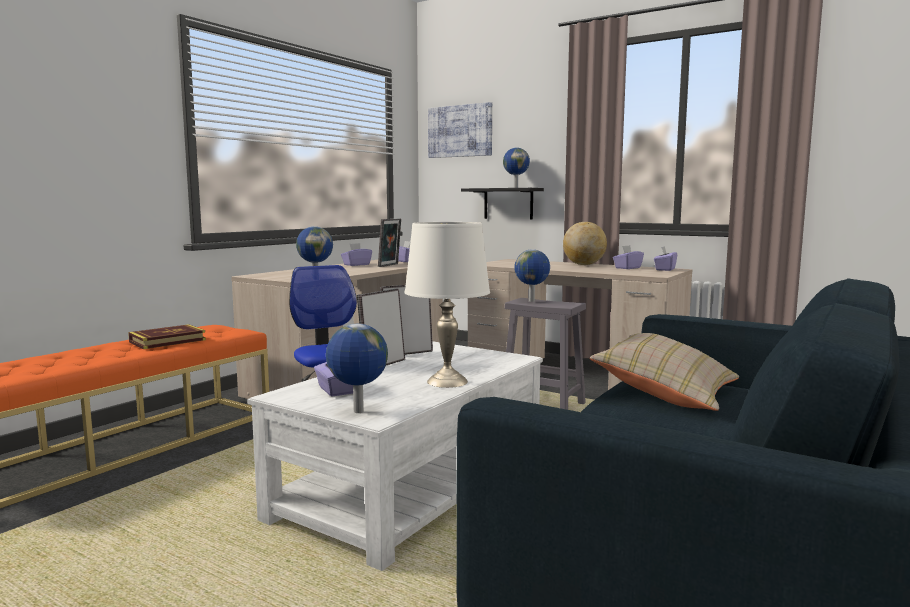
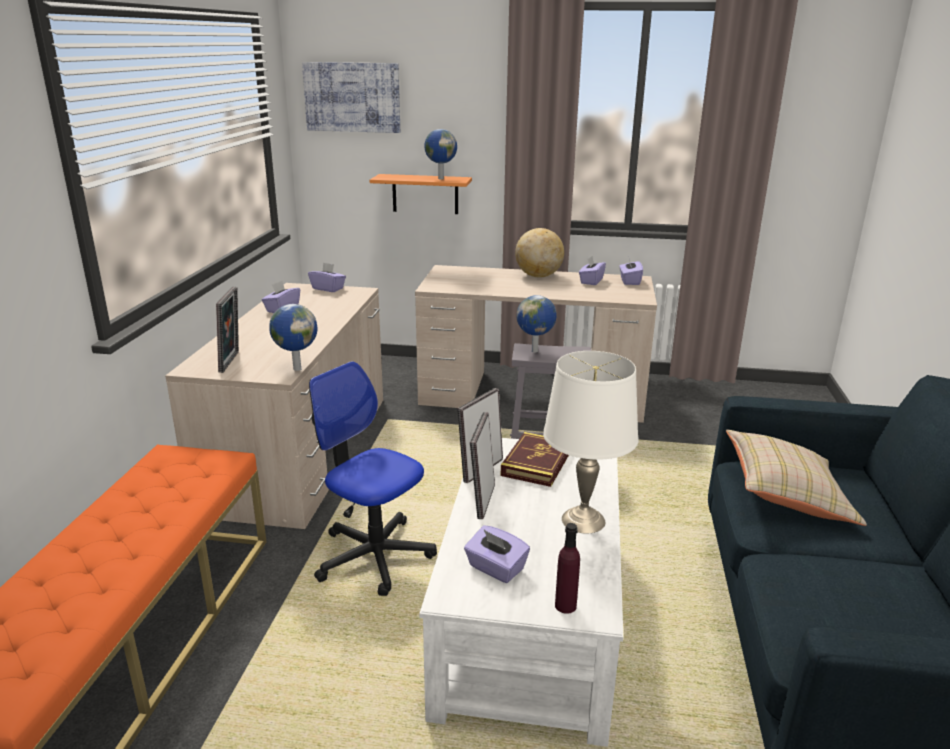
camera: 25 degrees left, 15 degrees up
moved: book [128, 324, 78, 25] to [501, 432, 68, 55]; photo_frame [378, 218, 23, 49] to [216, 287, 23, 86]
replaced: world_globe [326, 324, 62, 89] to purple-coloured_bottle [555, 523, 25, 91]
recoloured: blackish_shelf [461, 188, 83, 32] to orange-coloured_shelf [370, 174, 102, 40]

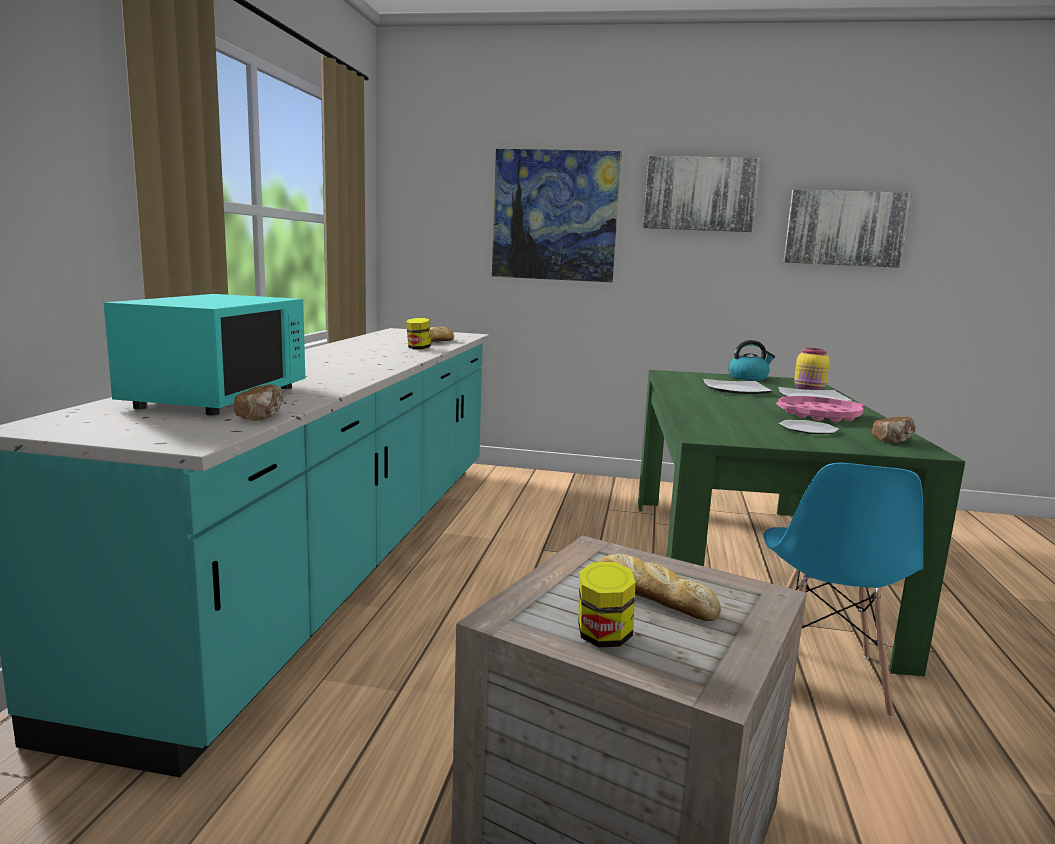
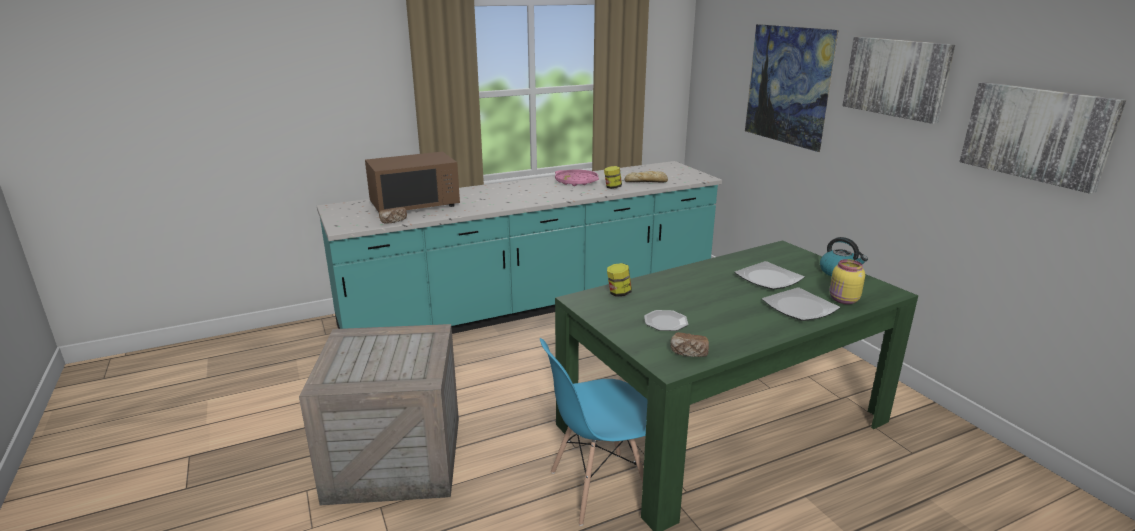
camera: 55 degrees right, 10 degrees up
removed: baked_bread [597, 554, 124, 67]
moved: preserve_jar [578, 561, 58, 87] to [607, 263, 25, 34]; pinkish_tray [776, 396, 88, 26] to [555, 170, 44, 16]
recoloured: turquoise_microwave_oven [103, 294, 202, 121] to brown-coloured_microwave_oven [365, 151, 95, 61]

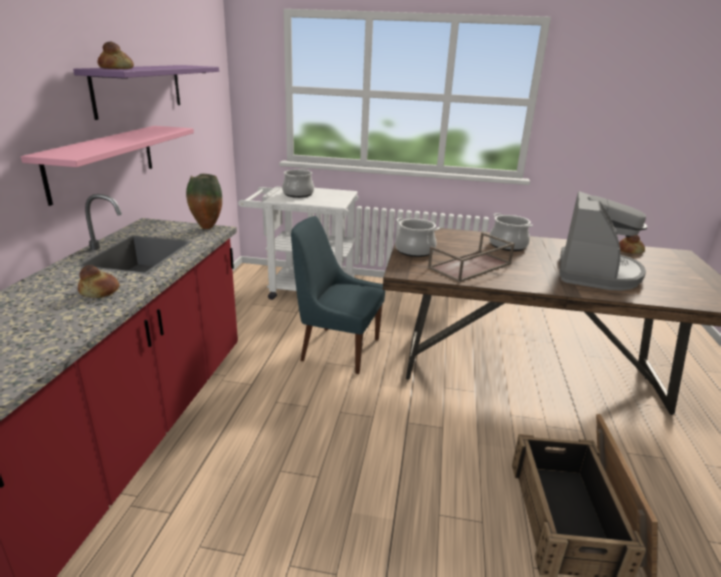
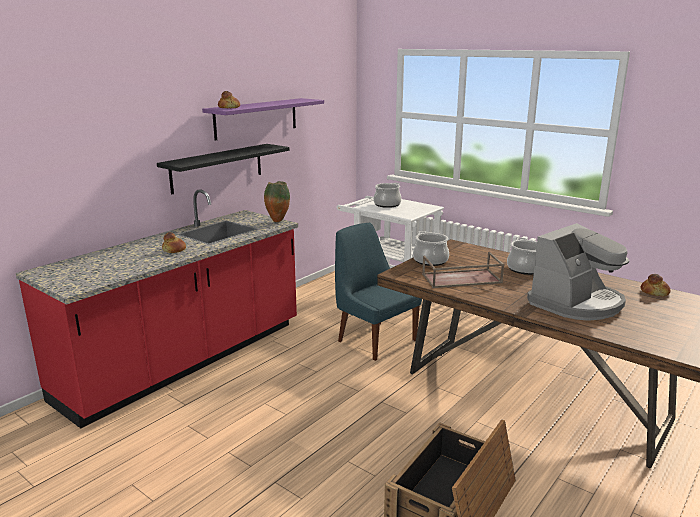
camera: 30 degrees right, 5 degrees down
recoloured: pinkish_shelf [21, 126, 173, 80] to blackish_shelf [157, 144, 133, 50]

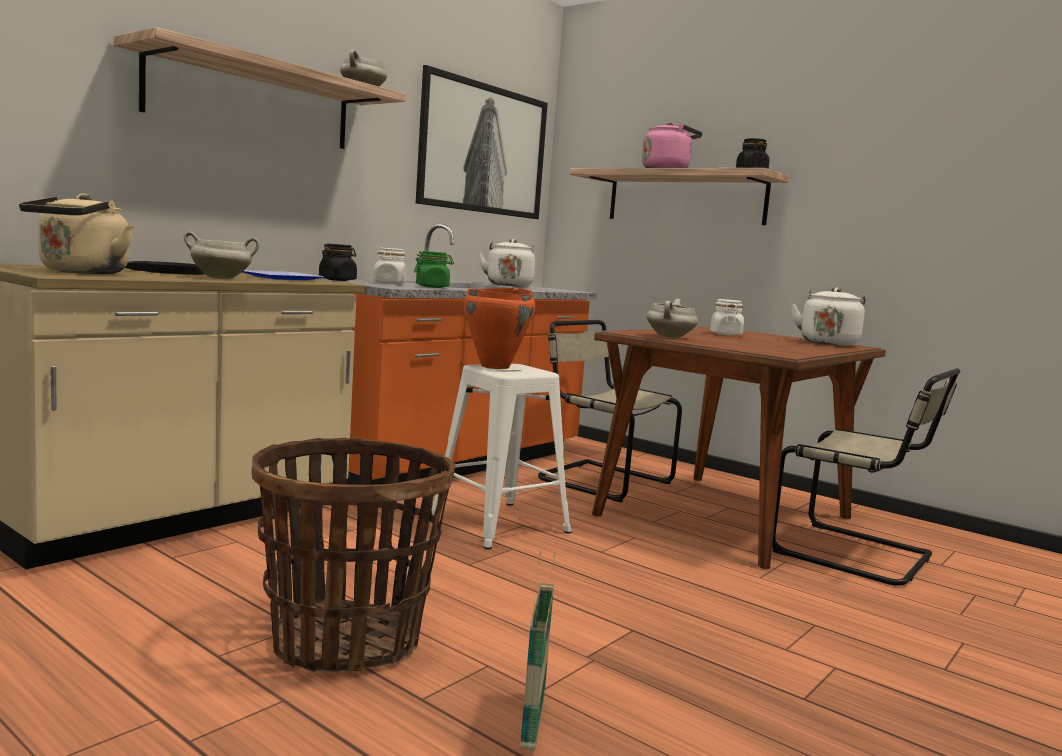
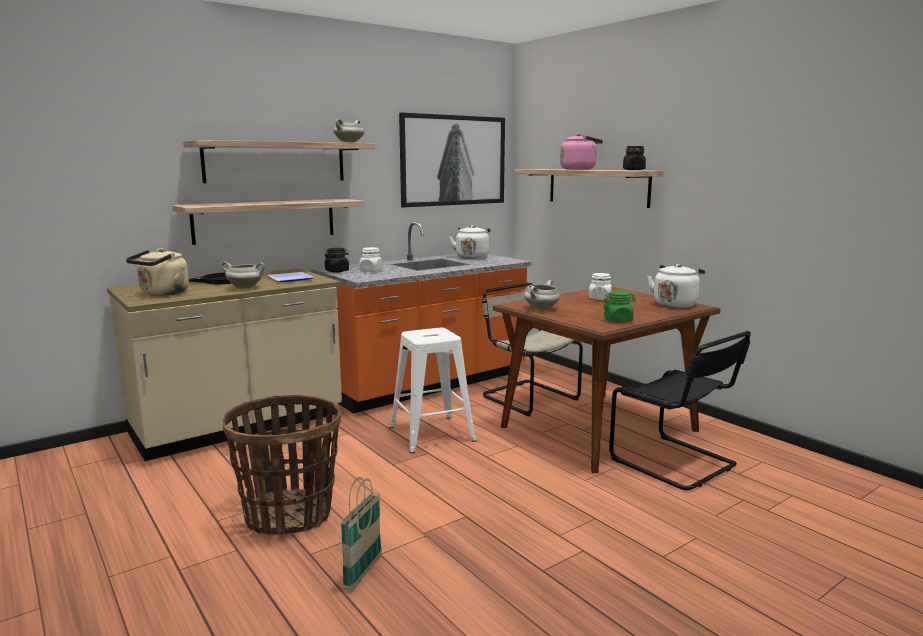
camera: 15 degrees right, 5 degrees up
removed: orange-coloured_cooking_pot [464, 288, 71, 81]
added: shelf [172, 199, 192, 46]
moved: green_preserve_jar [414, 251, 40, 37] to [603, 291, 33, 32]
recoloured: sand-coloured_upright_chair [772, 368, 189, 218] to blackish_upright_chair [609, 331, 142, 159]

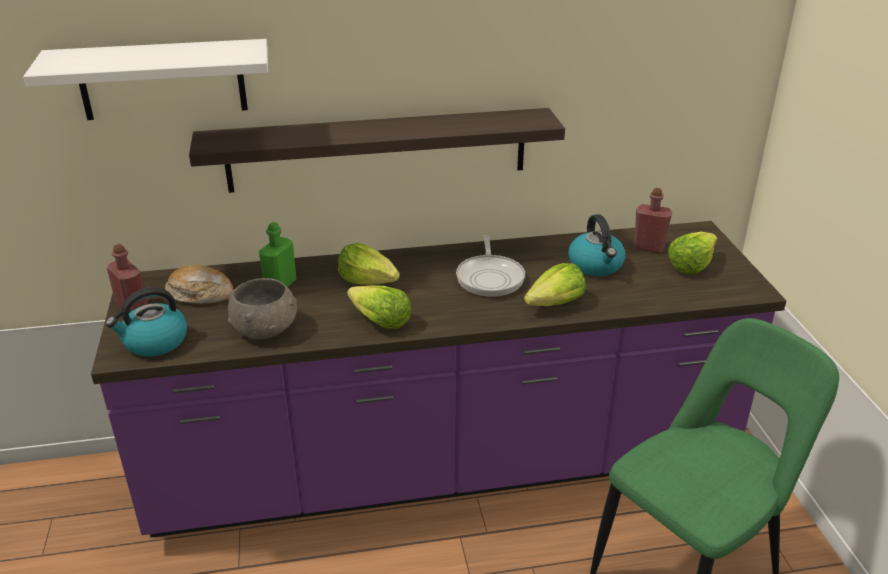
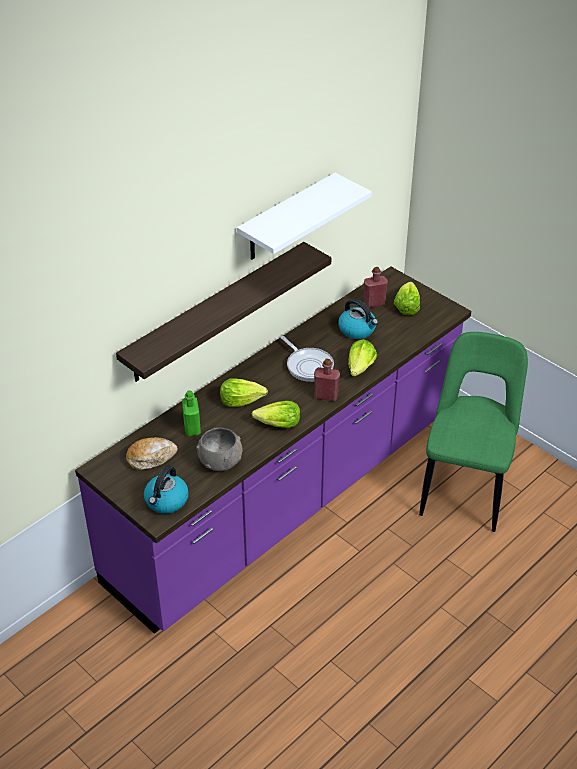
camera: 35 degrees left, 10 degrees up
moved: white-coloured_shelf [23, 39, 245, 81] to [237, 173, 135, 87]; reddish_bottle [107, 244, 41, 69] to [314, 358, 26, 43]

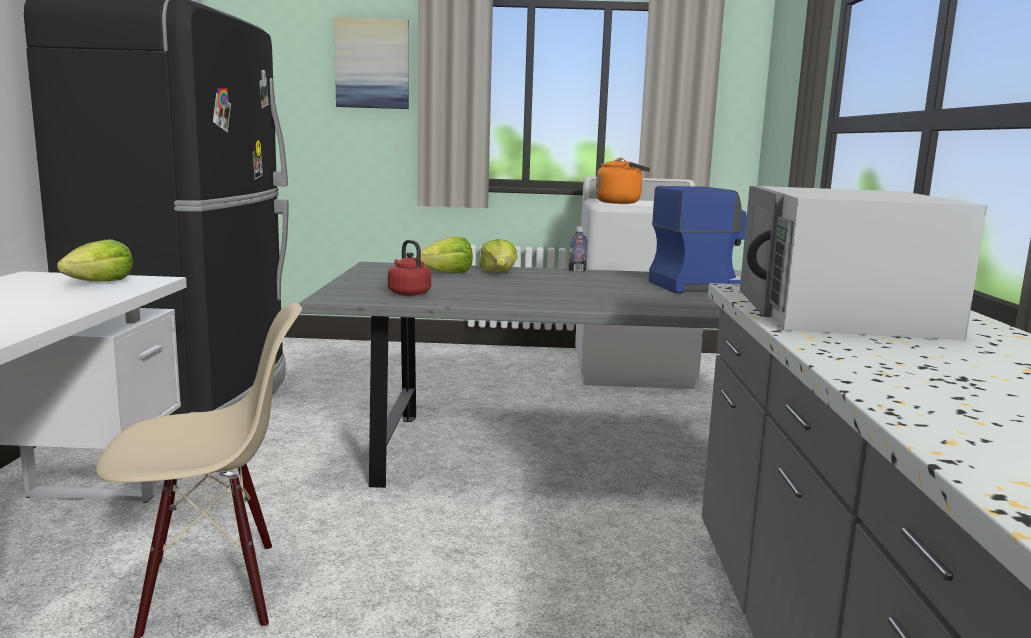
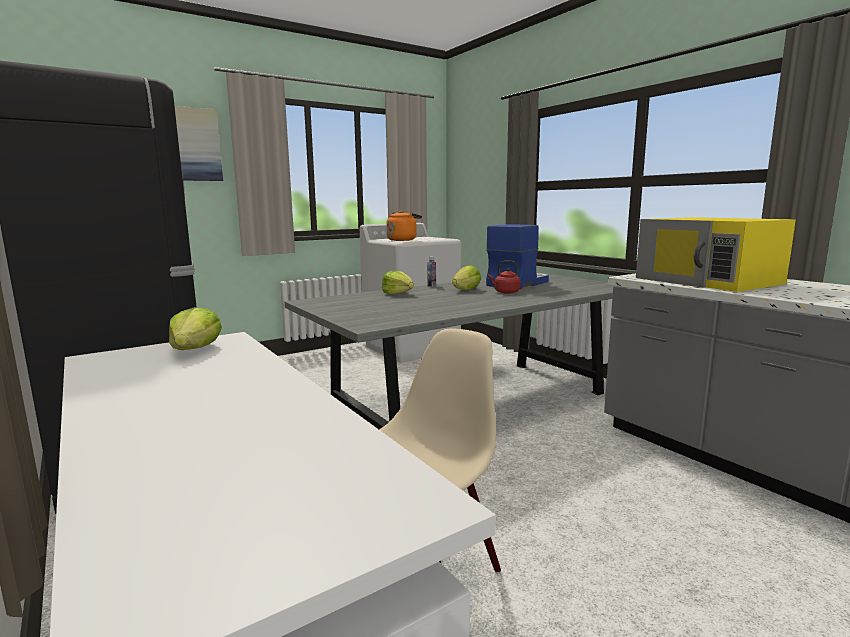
camera: 35 degrees left, 0 degrees up
moved: reddish_water_kettle [388, 240, 43, 56] to [488, 261, 33, 33]; lettuce_head [416, 237, 57, 36] to [452, 265, 29, 25]
recoloured: white-coloured_microwave_oven [740, 186, 247, 155] to yellow_microwave_oven [636, 217, 160, 75]

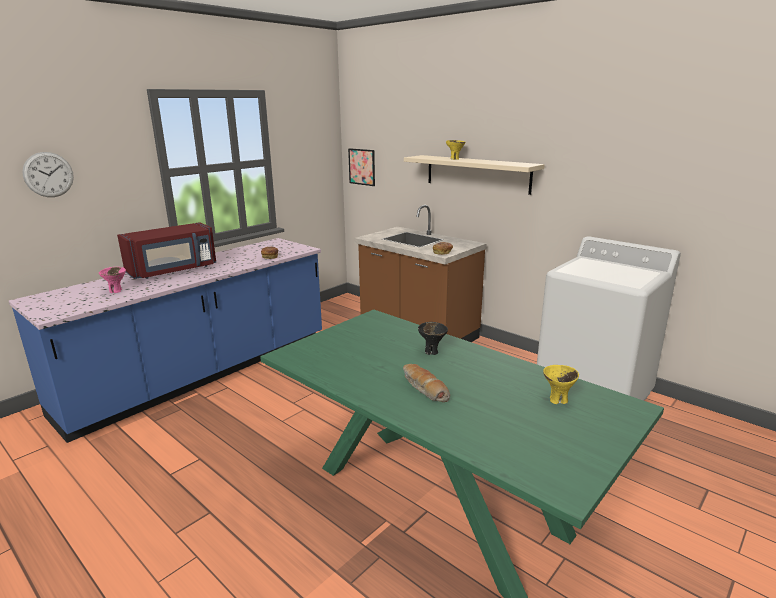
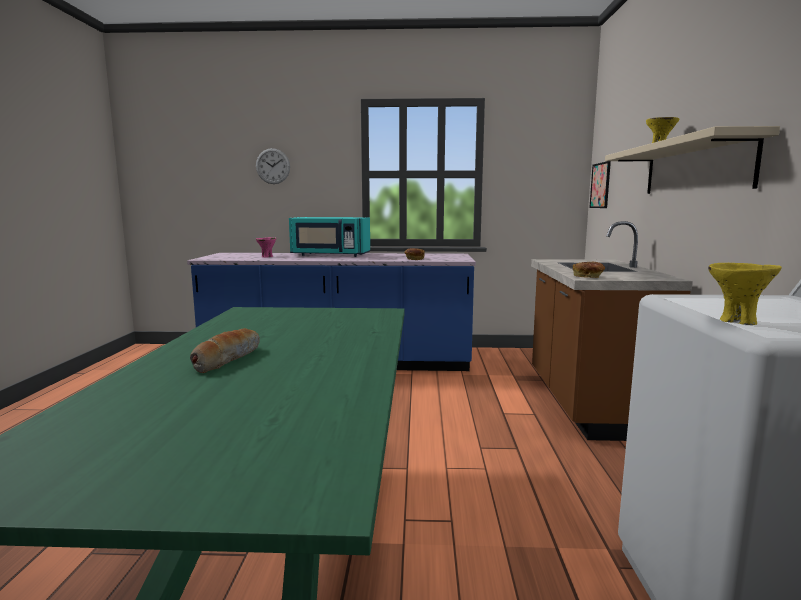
camera: 50 degrees right, 10 degrees down
removed: blackish_serving_bowl [418, 322, 30, 33]
moved: yellow_serving_bowl [543, 365, 36, 39] to [708, 263, 74, 62]
recoloured: reddish_microwave_oven [117, 222, 100, 57] to turquoise_microwave_oven [289, 217, 81, 40]

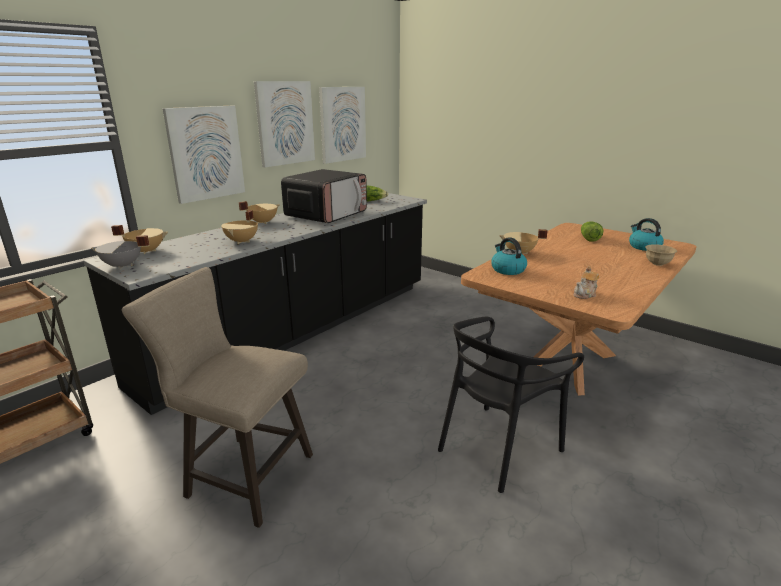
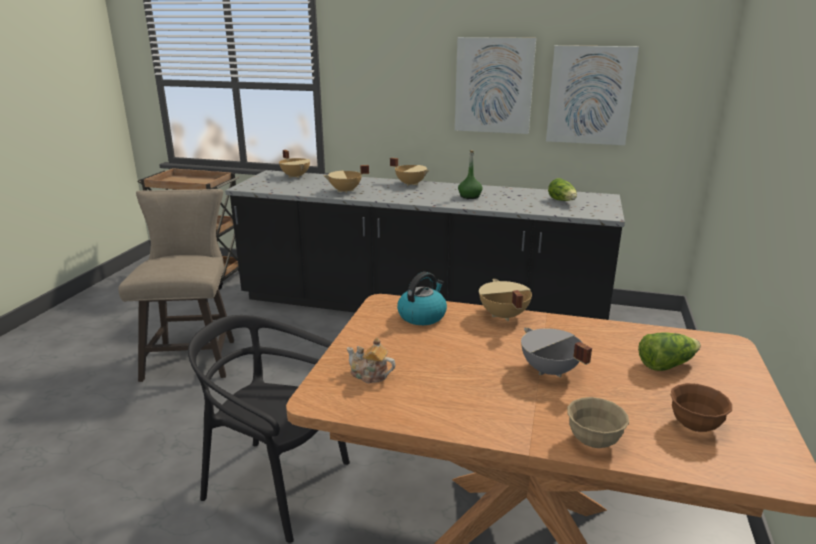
camera: 65 degrees right, 0 degrees up
removed: wall_picture [163, 106, 82, 98]
moved: grey_cooking_pot [91, 235, 59, 34] to [521, 328, 71, 49]
replaced: microwave_oven [281, 169, 86, 54] to green_bottle [458, 150, 25, 49]; water_kettle [629, 218, 35, 33] to brown-coloured_serving_bowl [671, 383, 61, 49]

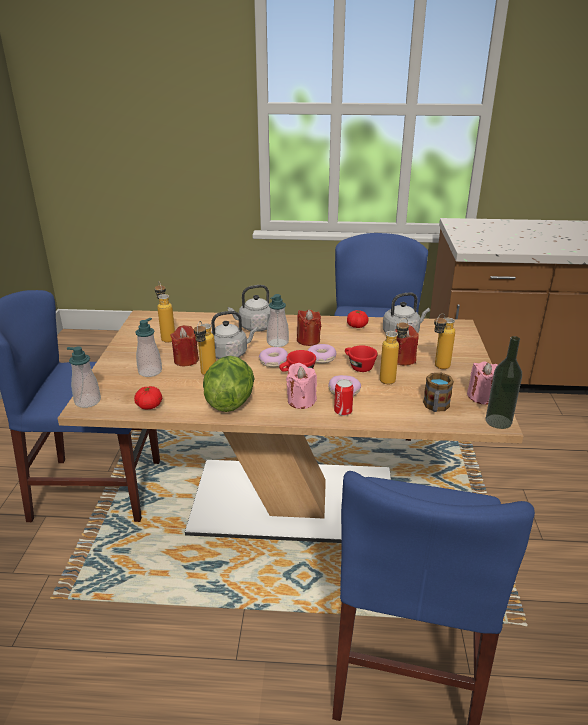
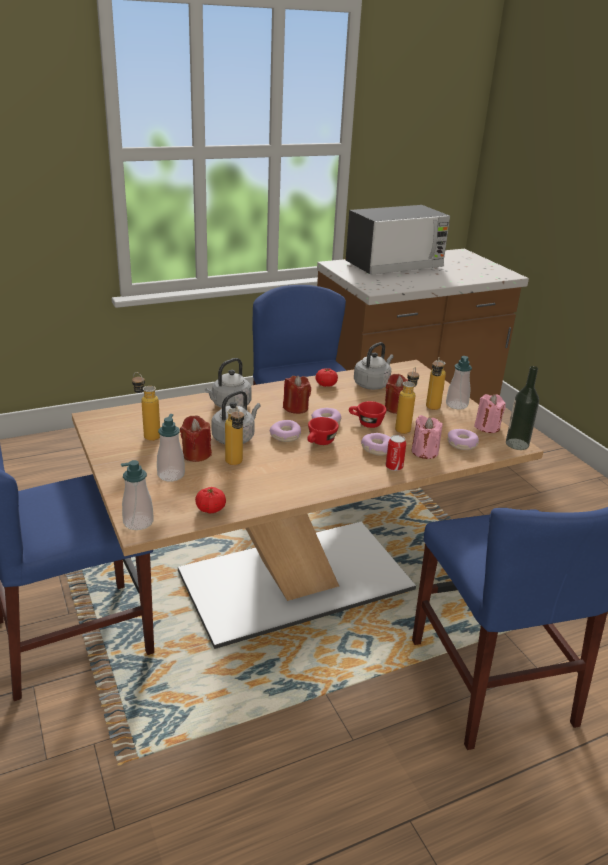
camera: 30 degrees left, 0 degrees up
removed: lettuce_head [203, 356, 52, 56]
added: microwave_oven [346, 205, 104, 70]
moved: soap_bottle [267, 294, 22, 53] to [446, 356, 26, 53]; pinkish_wax_candle [286, 363, 31, 46] to [412, 415, 31, 44]
replaced: coffee_mug [423, 373, 31, 39] to ring_doughnut [447, 429, 32, 21]

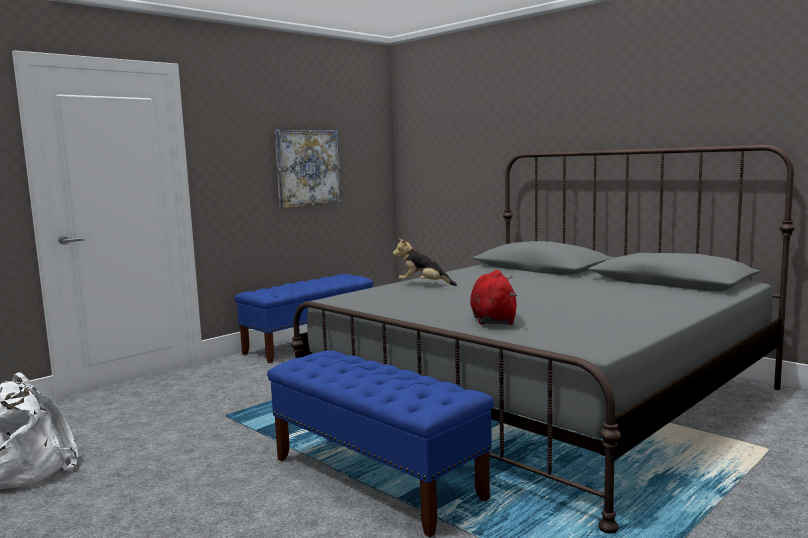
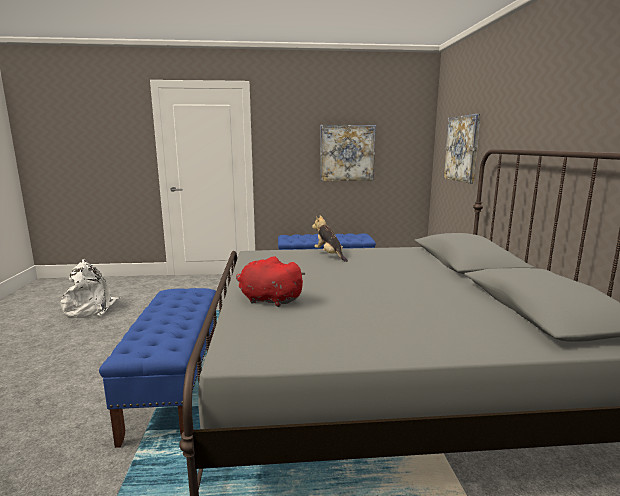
camera: 40 degrees right, 5 degrees up
added: wall_picture [443, 114, 38, 70]
turned: reddish_cuddly_toy [470, 270, 47, 55] = [236, 256, 69, 51] 105 degrees counterclockwise

